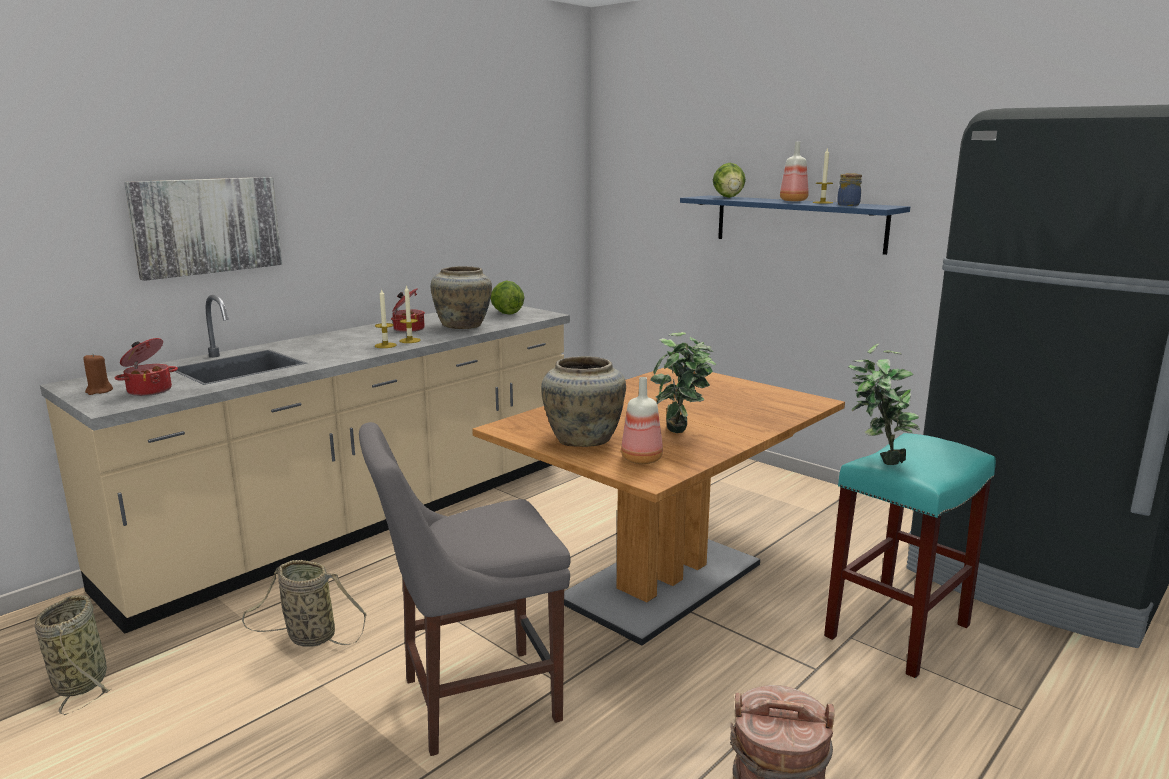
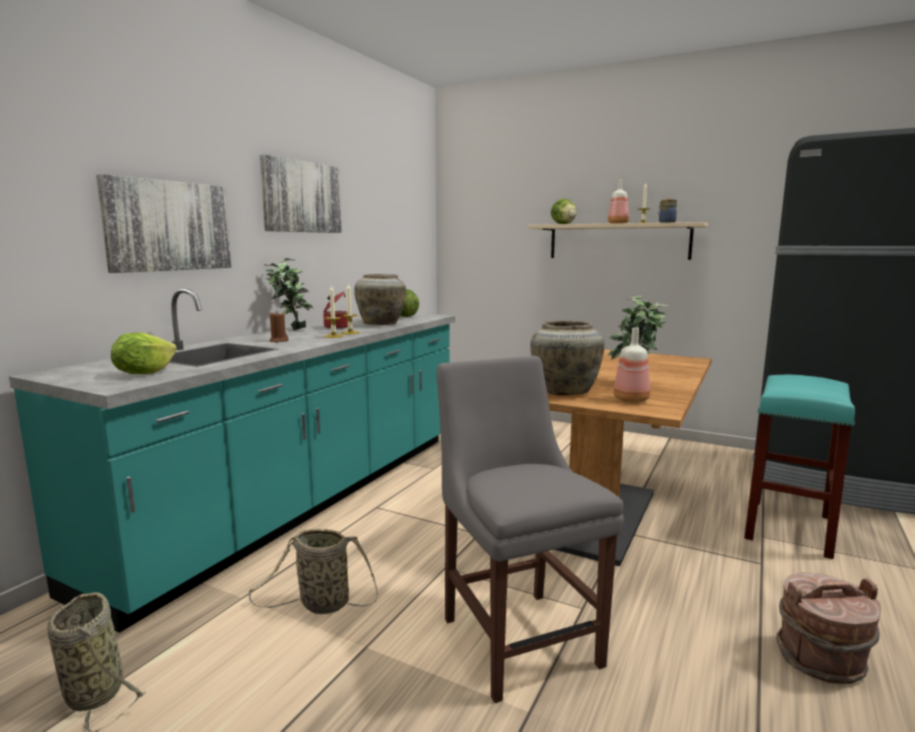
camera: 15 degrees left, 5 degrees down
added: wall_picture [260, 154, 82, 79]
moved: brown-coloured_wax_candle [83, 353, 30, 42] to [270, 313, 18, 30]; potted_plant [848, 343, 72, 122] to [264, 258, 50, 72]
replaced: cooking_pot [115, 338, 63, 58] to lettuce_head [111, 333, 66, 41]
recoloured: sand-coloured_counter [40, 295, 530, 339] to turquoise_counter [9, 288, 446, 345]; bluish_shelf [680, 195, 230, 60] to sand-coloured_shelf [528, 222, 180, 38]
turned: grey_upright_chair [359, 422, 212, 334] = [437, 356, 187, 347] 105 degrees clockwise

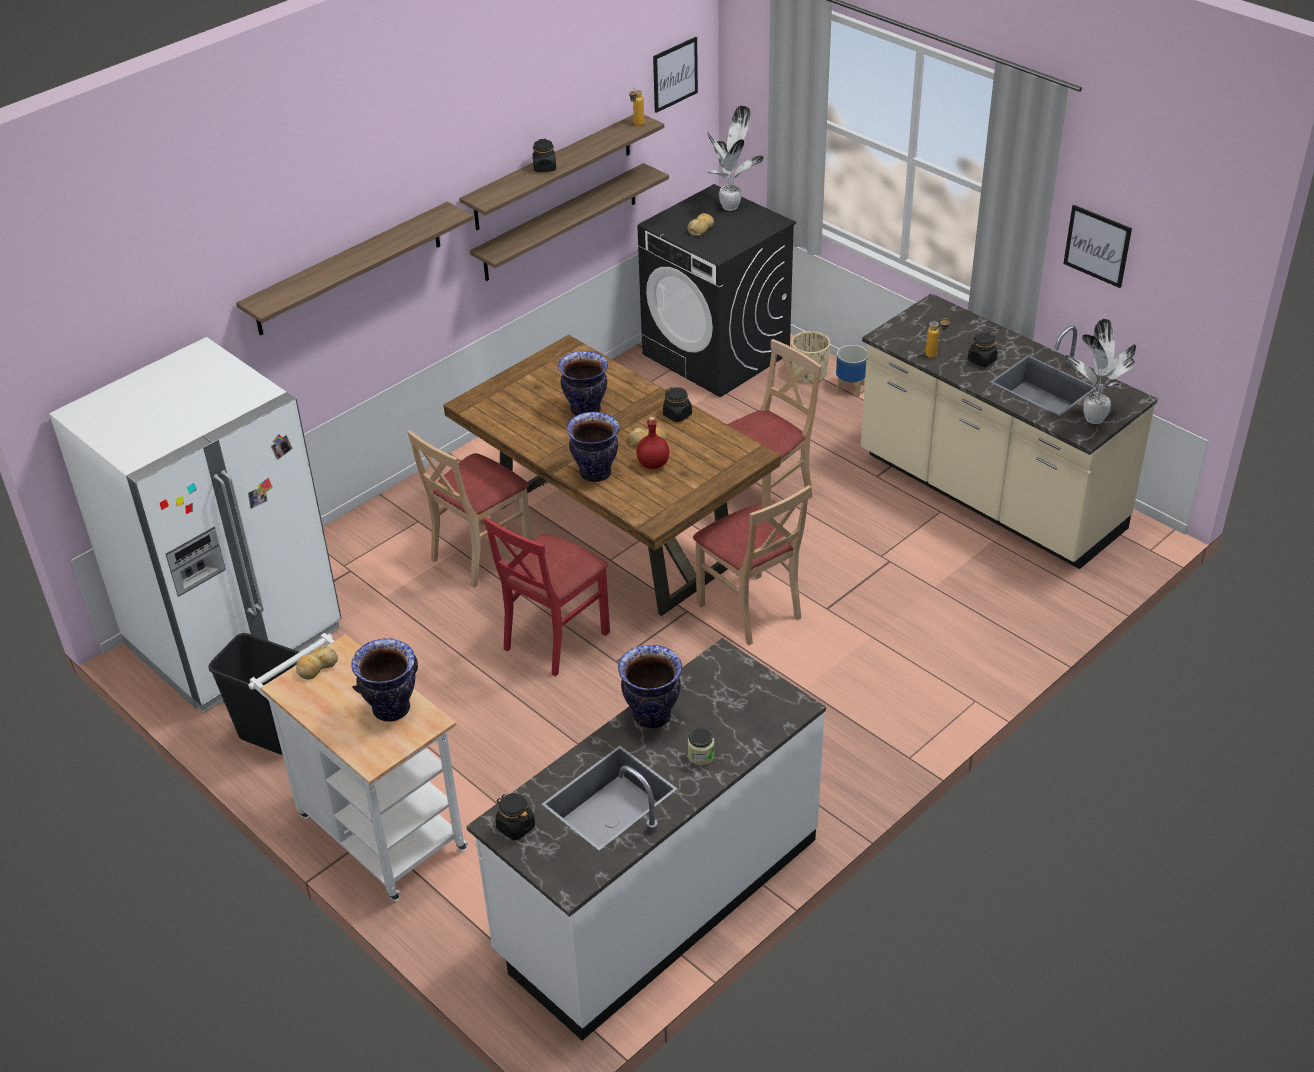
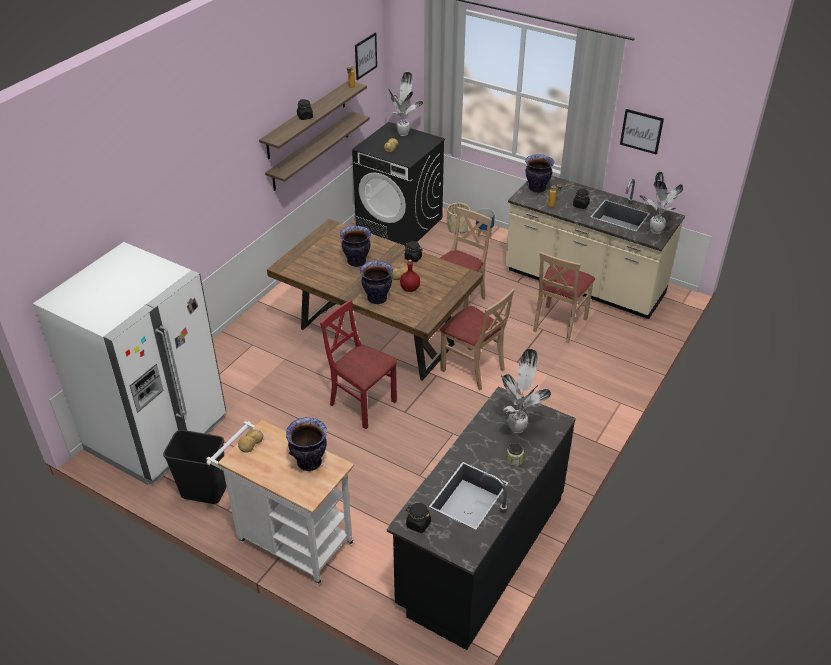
camera: 15 degrees left, 0 degrees up
removed: shelf [236, 202, 237, 134]
added: potted_plant [501, 349, 50, 84]
moved: sand-coloured_upright_chair [407, 430, 125, 158] to [533, 252, 62, 91]; vase [618, 645, 64, 83] to [525, 154, 29, 39]
recoloured: white-coloured_counter [466, 638, 360, 403] to blackish_counter [387, 386, 189, 264]
turned: reddish_upright_chair [484, 517, 126, 160] = [320, 300, 78, 129] 105 degrees clockwise

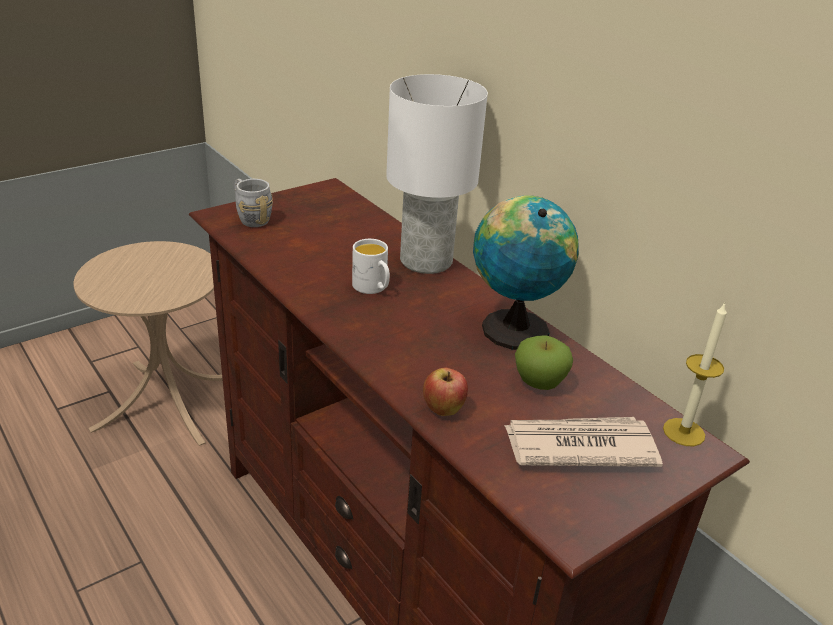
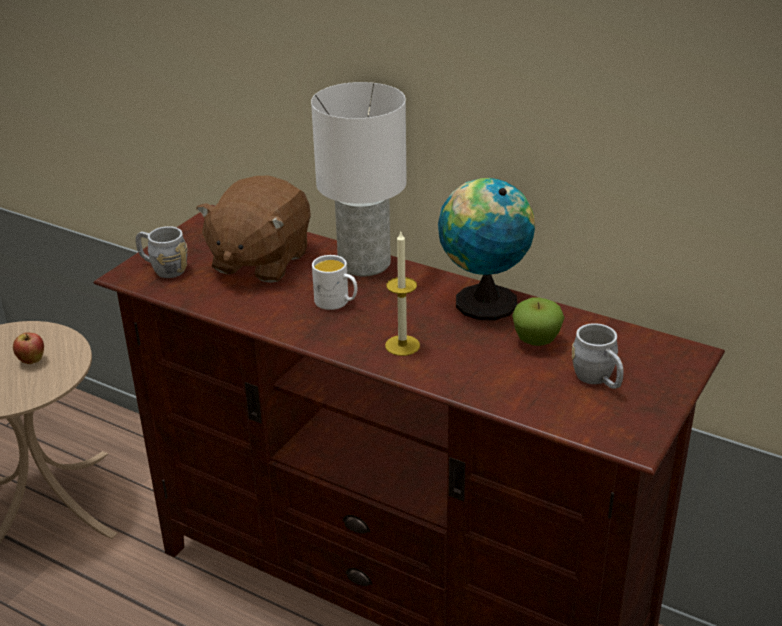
camera: 20 degrees left, 0 degrees up
added: brown-coloured_cuddly_toy [196, 176, 115, 107]
moved: apple_fruit [423, 367, 45, 49] to [13, 333, 31, 31]; wax_candle [663, 303, 64, 143] to [385, 232, 35, 124]
replaced: daily_paper [504, 417, 159, 50] to grey_coffee_mug [572, 323, 52, 66]

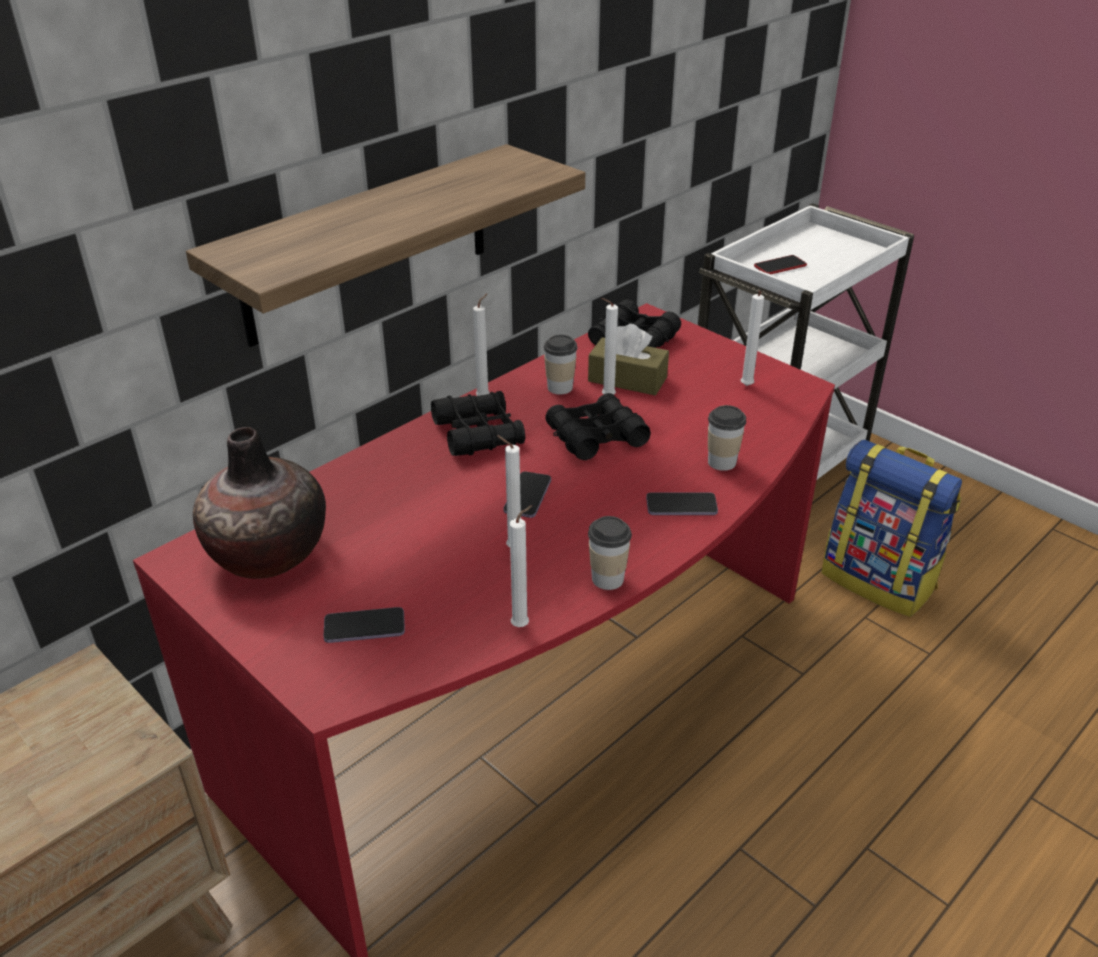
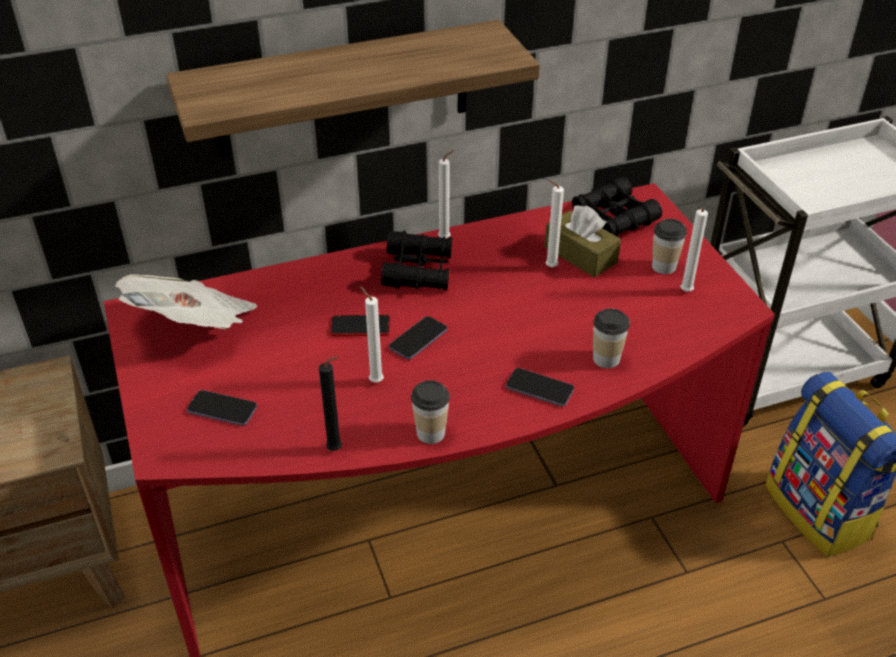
camera: 25 degrees right, 5 degrees up
removed: blackish_field_glasses [545, 393, 106, 67]
moved: cup [543, 335, 35, 60] to [652, 219, 35, 55]; telephone [754, 255, 53, 20] to [330, 315, 61, 21]
replaced: vase [193, 427, 133, 152] to daily_paper [115, 274, 142, 55]
recoloured: white-coloured_wax_candle [510, 505, 22, 122] to blackish_wax_candle [319, 356, 23, 95]

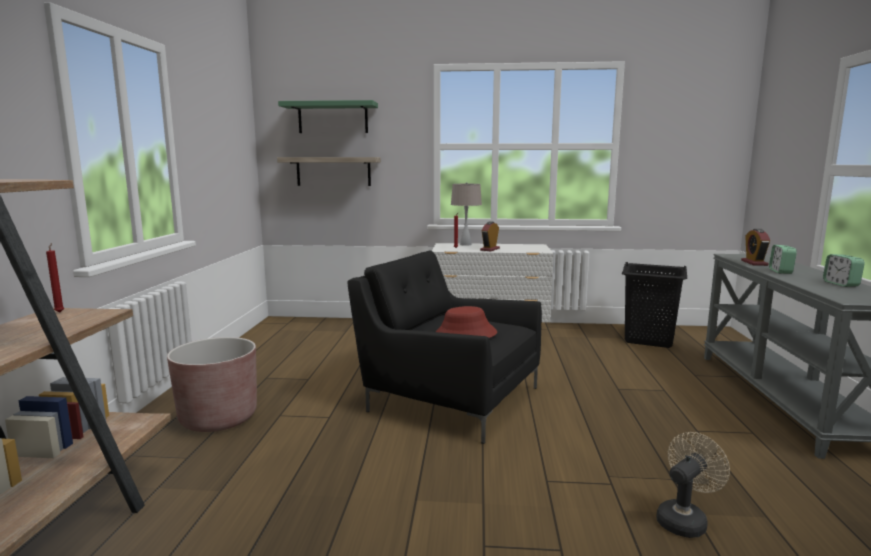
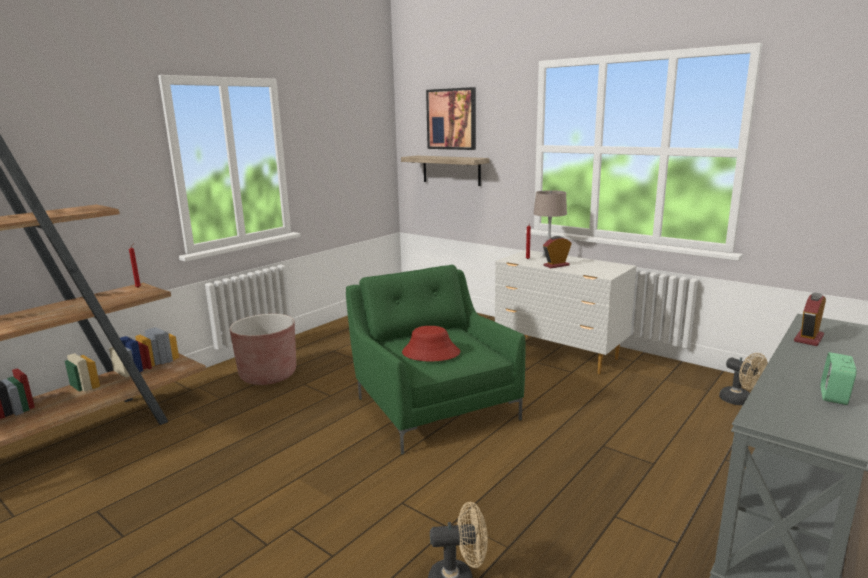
camera: 35 degrees right, 5 degrees up
removed: table_clock [769, 245, 28, 29]
replaced: green_shelf [278, 100, 100, 33] to wall_picture [426, 87, 50, 63]; blackish_laundry_basket [622, 262, 65, 86] to sand-coloured_electric_fan [719, 353, 49, 52]
recoloured: blackish_lounge_chair [348, 250, 194, 194] to green_lounge_chair [346, 265, 179, 190]

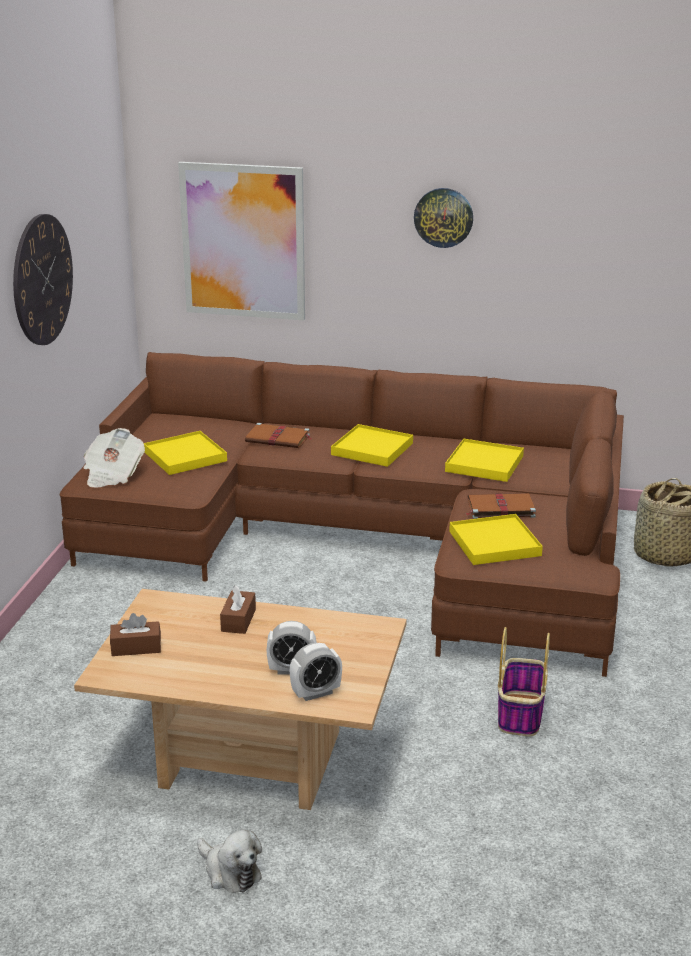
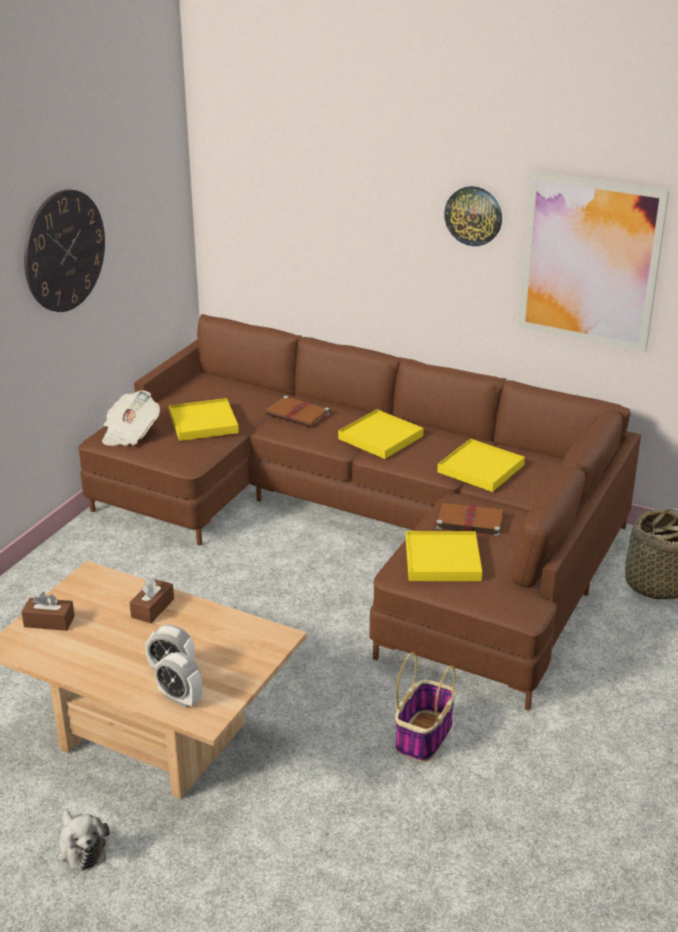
camera: 15 degrees right, 5 degrees up
moved: wall_picture [178, 162, 127, 158] to [518, 170, 151, 182]
turned: table_clock [290, 643, 52, 58] = [155, 652, 47, 56] 45 degrees clockwise

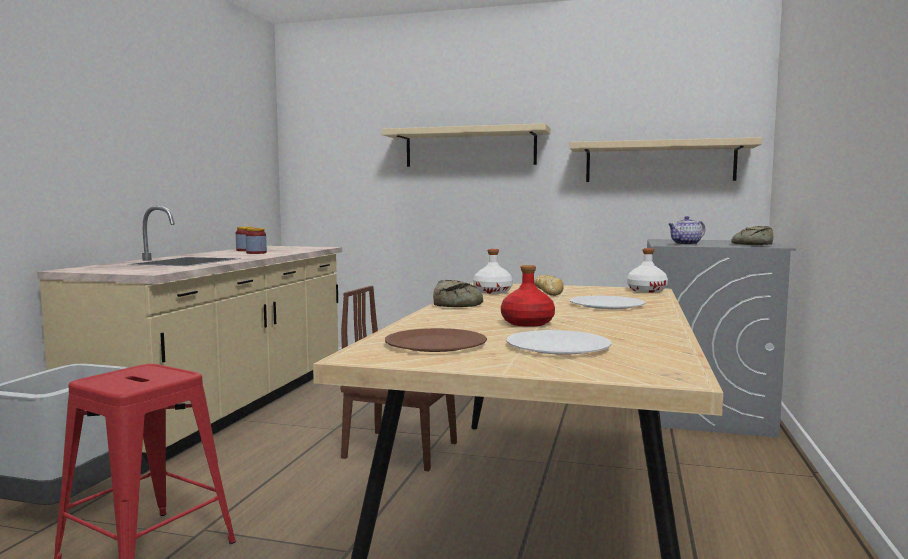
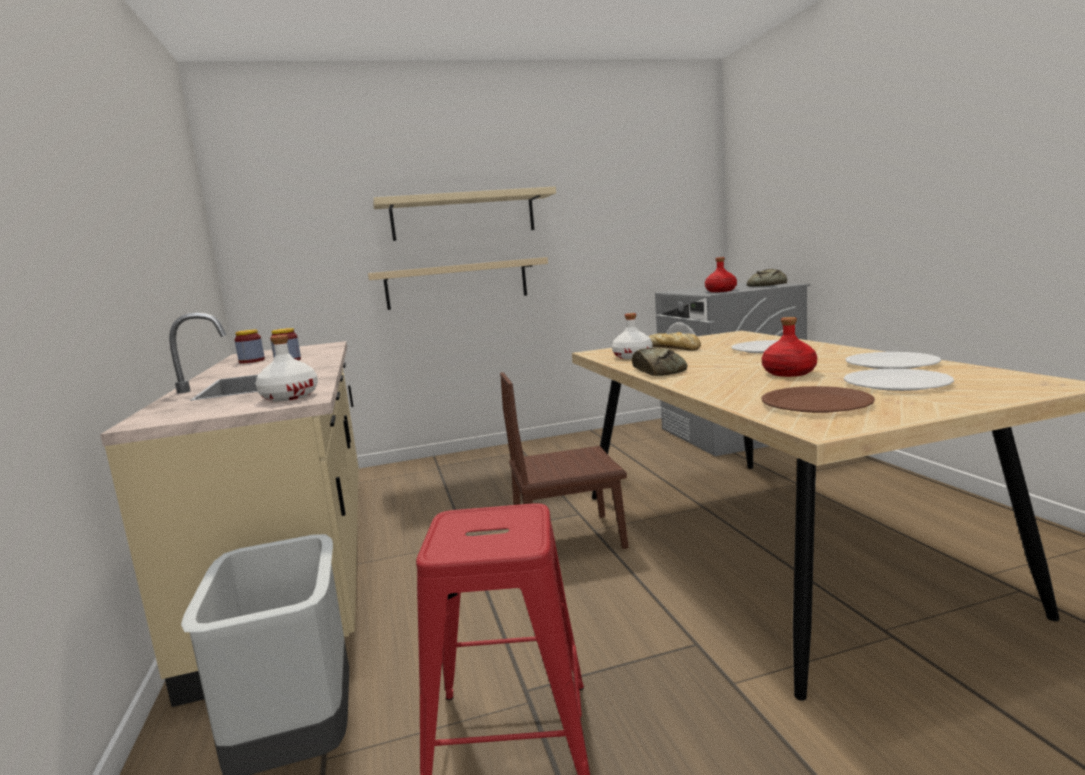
camera: 30 degrees left, 5 degrees up
added: white-coloured_dinner_plate [846, 352, 95, 17]
moved: sand-coloured_shelf [570, 137, 192, 45] to [368, 257, 180, 53]; white-coloured_bottle [627, 248, 41, 44] to [255, 335, 63, 66]
replaced: tea_pot [668, 216, 37, 29] to reddish_bottle [705, 257, 32, 35]

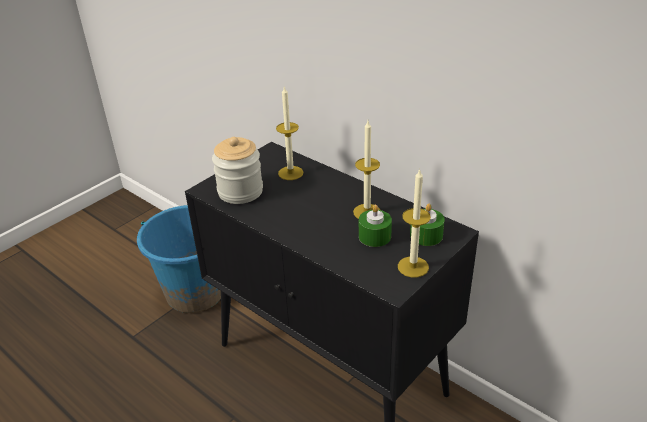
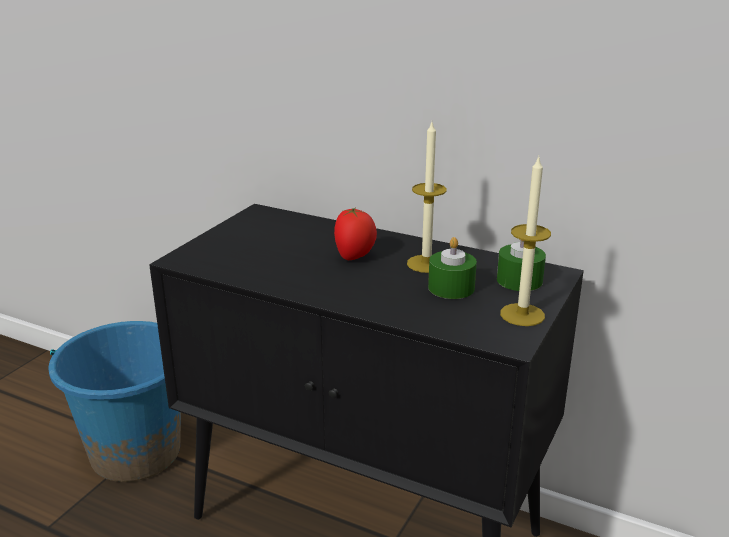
camera: 15 degrees left, 10 degrees down
removed: preserve_jar [212, 137, 51, 67]; wax_candle [276, 87, 27, 93]
added: fresh_tomato [334, 208, 43, 52]

